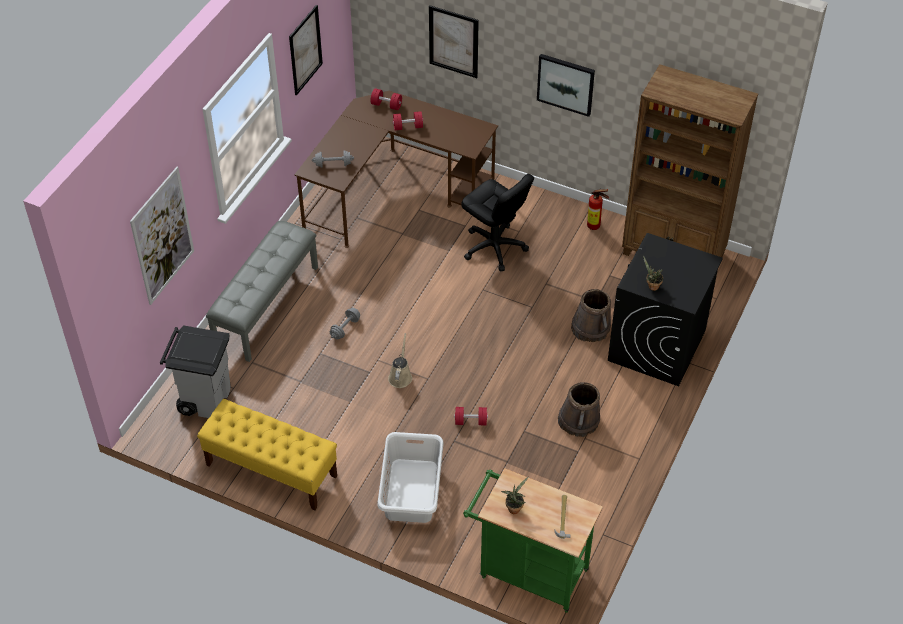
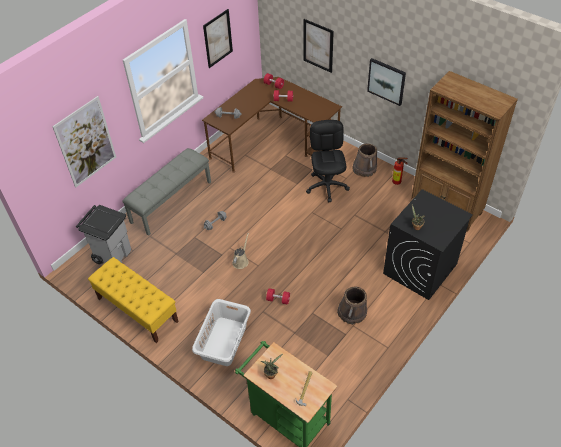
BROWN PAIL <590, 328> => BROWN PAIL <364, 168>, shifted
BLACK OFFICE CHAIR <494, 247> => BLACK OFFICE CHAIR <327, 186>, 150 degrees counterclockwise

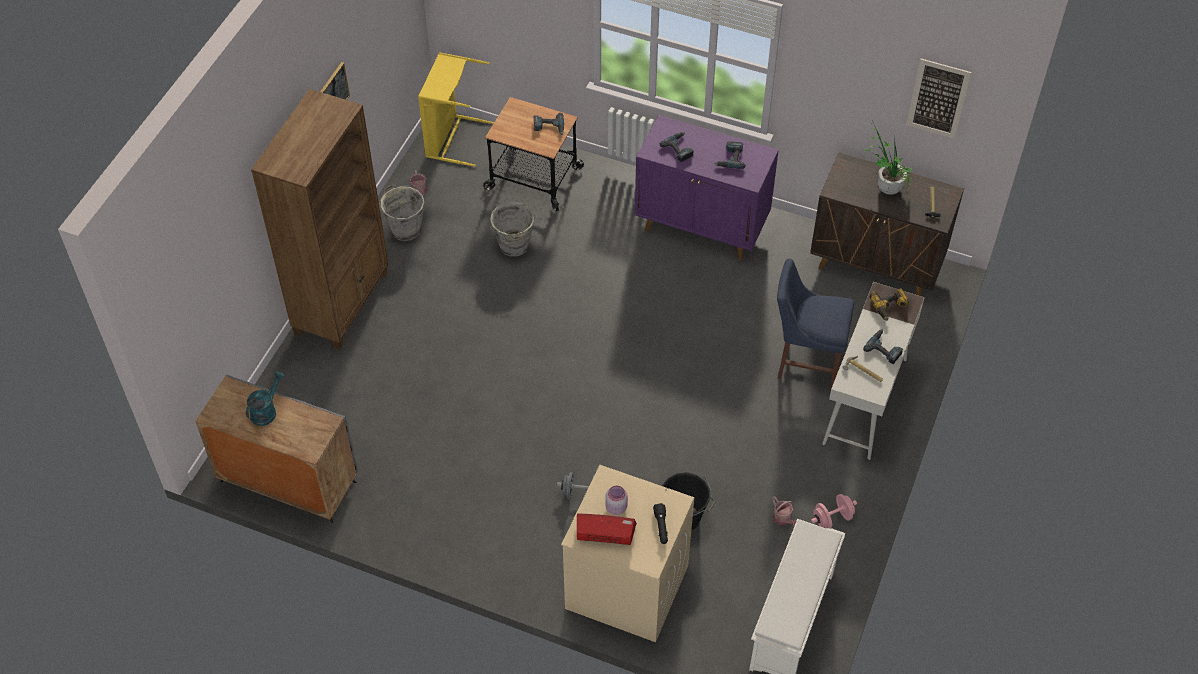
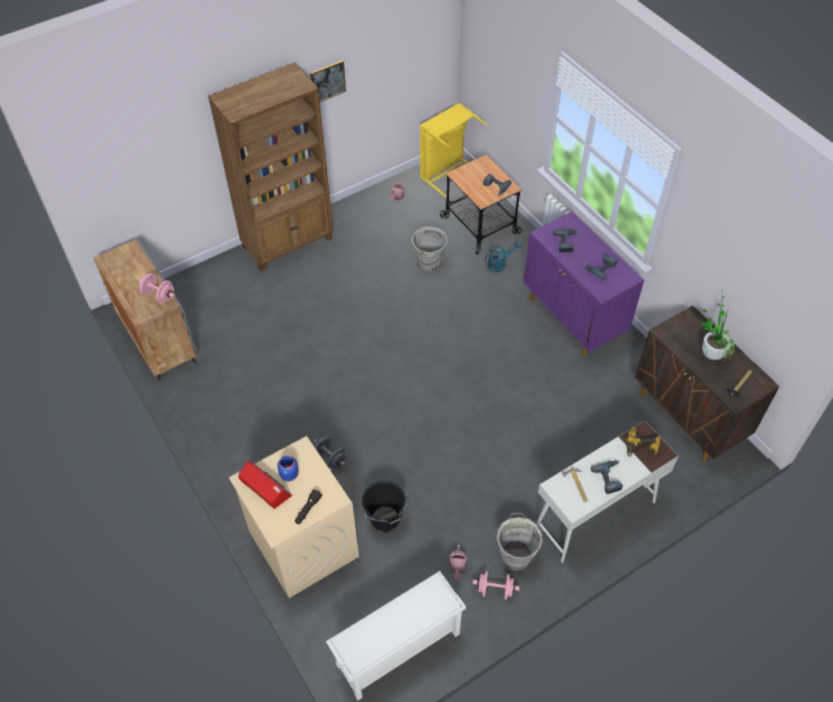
BLUE UPRIGHT CHAIR <805, 361> => nothing
WALL ART <938, 98> => nothing
nothing => PINK DUMBBELL <159, 295>
BLUE-GREEN SPRINKLING CAN <266, 411> => BLUE-GREEN SPRINKLING CAN <499, 264>, shifted
GREYISH PAIL <405, 229> => GREYISH PAIL <516, 554>, shifted
PINK JAR <616, 507> => BLUE JAR <290, 474>

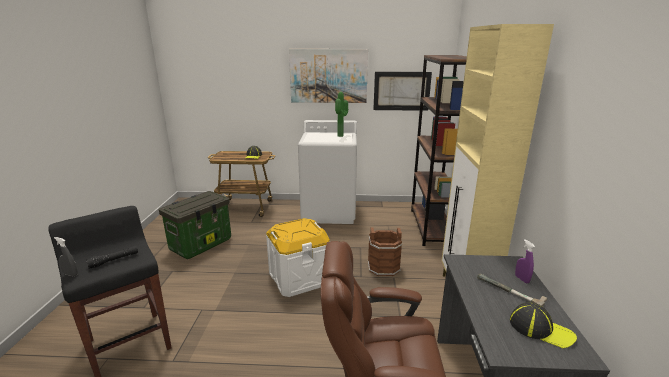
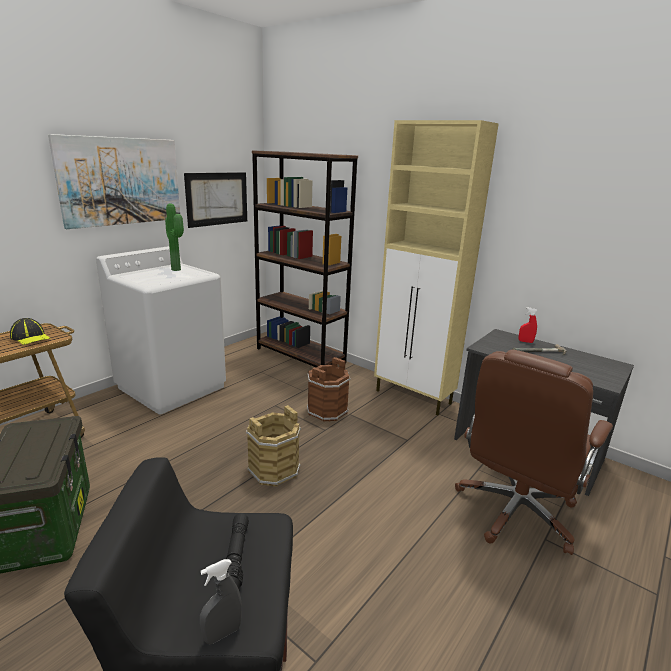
BASEBALL CAP <540, 329> => nothing
WHITISH STORAGE BIN <299, 278> => BROWN PAIL <274, 470>
PURPLISH SPRAY BOTTLE <521, 279> => RED SPRAY BOTTLE <525, 341>

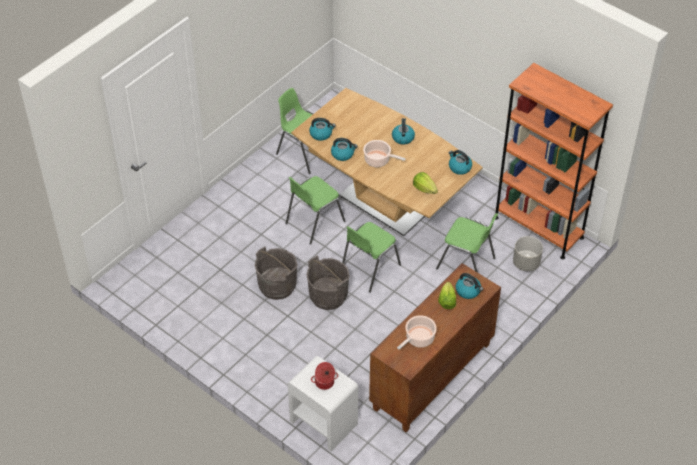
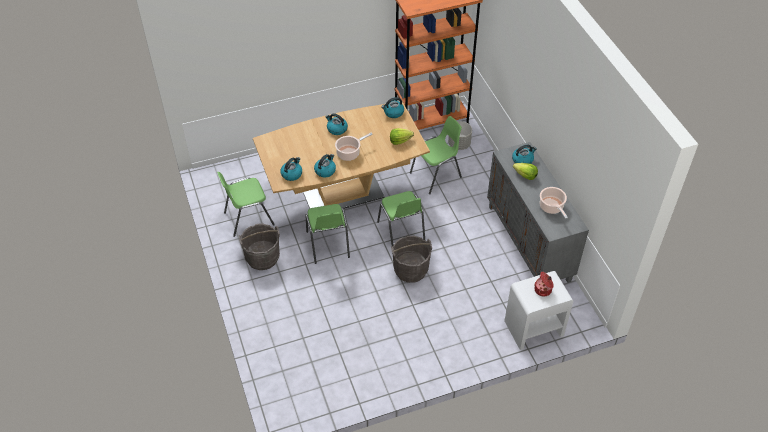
GREYISH PAIL <277, 286> => GREYISH PAIL <262, 258>, shifted
BROWN STORAGE CABINET <432, 377> => GREYISH STORAGE CABINET <529, 243>

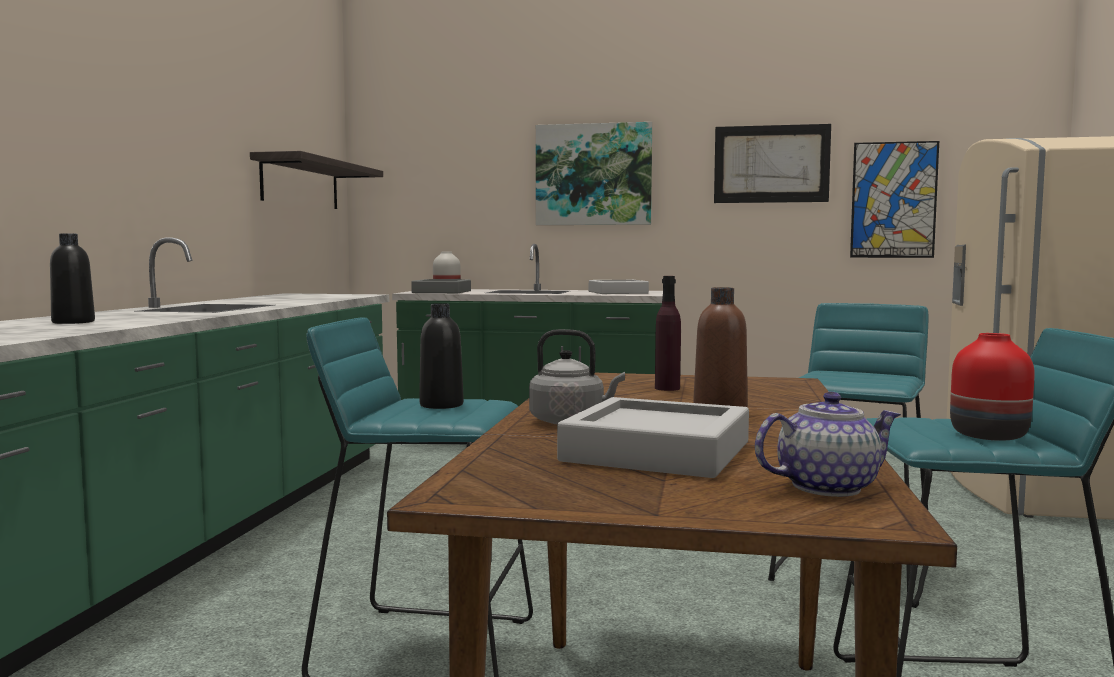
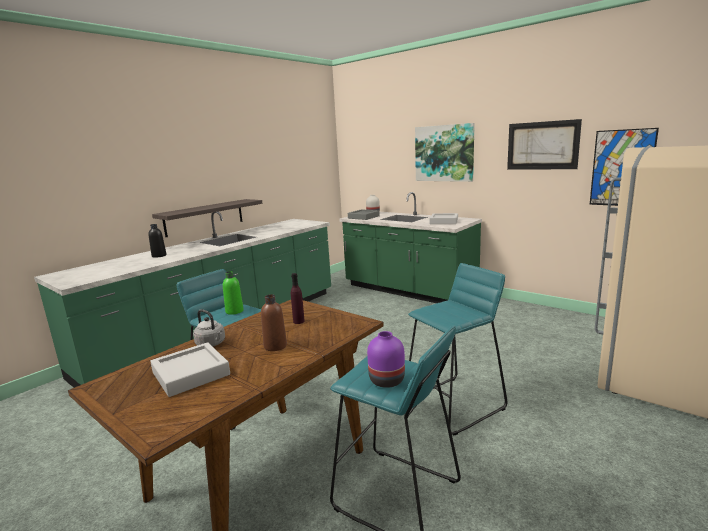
POT FOR TEA <827, 487> => nothing
BRACKET SHELF <301, 184> => BRACKET SHELF <204, 217>, shifted
BLACK BEVERAGE BOTTLE <441, 405> => GREEN BEVERAGE BOTTLE <234, 311>
RED DECORATIVE VASE <991, 435> => PURPLISH DECORATIVE VASE <387, 381>

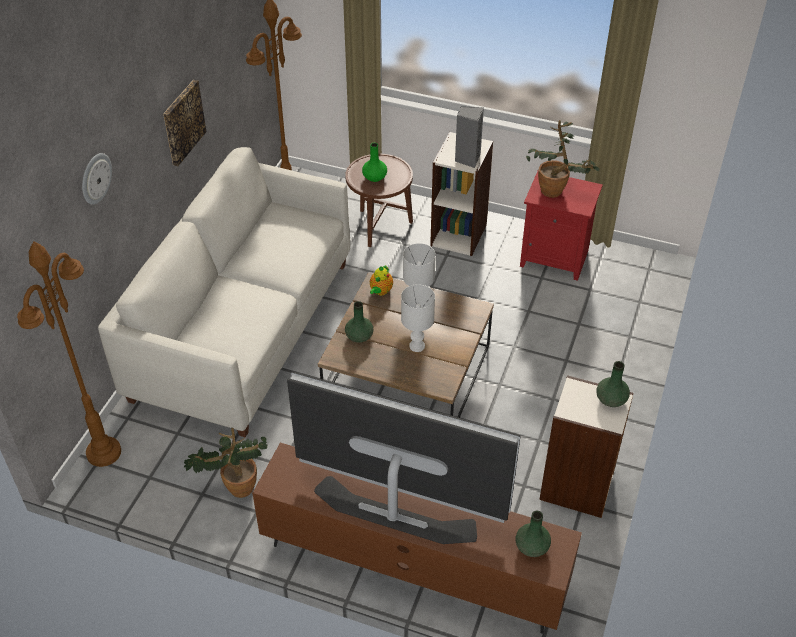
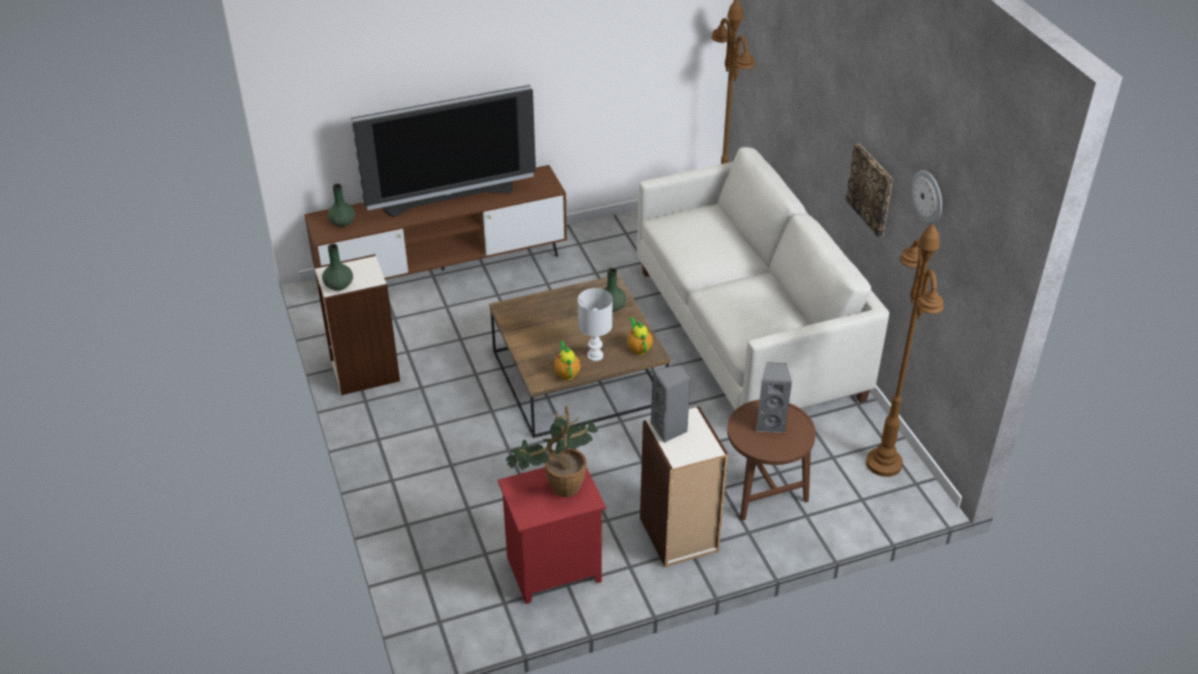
POTTED PLANT <235, 487> => nothing
WHITISH TABLETOP LAMP <416, 346> => nothing
nothing => POT FOR TEA <567, 373>
WALL CLOCK <95, 178> => WALL CLOCK <928, 196>, shifted
GREEN DECORATIVE VASE <374, 177> => GREYISH SPEAKER <770, 423>

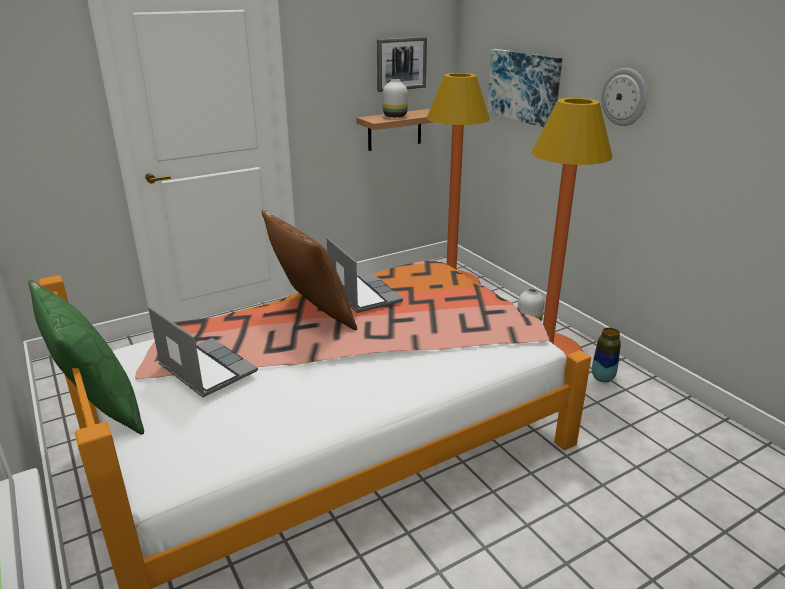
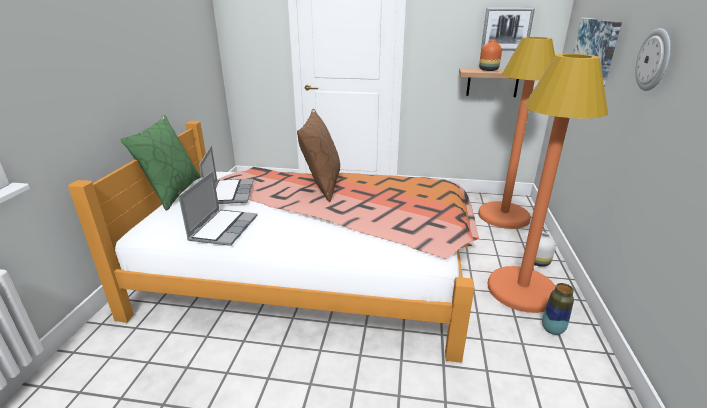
PORTABLE COMPUTER <362, 294> => PORTABLE COMPUTER <223, 228>, shifted
WHITISH DECORATIVE VASE <394, 116> => ORANGEY DECORATIVE VASE <488, 70>

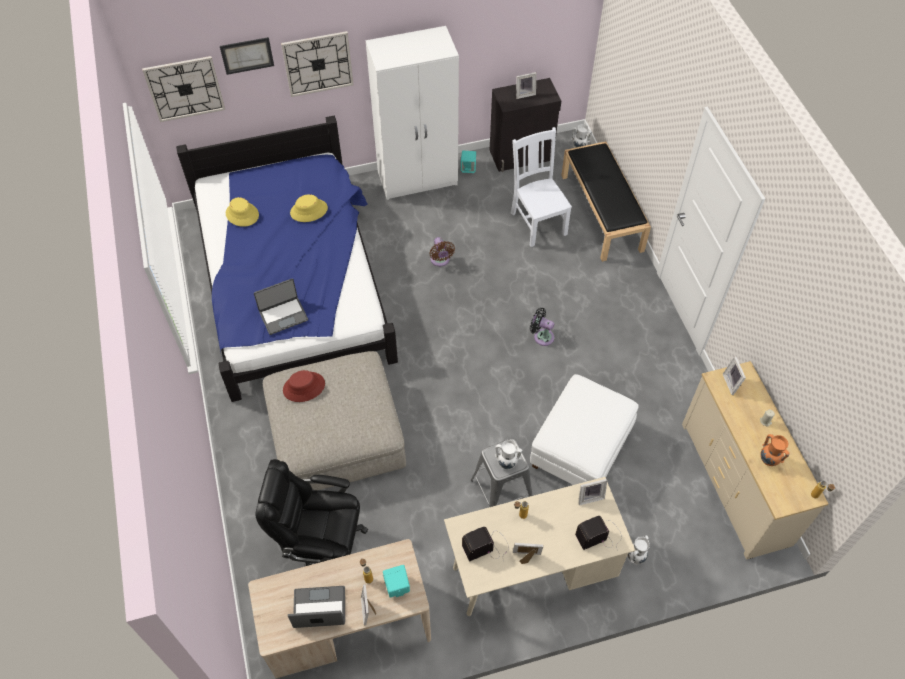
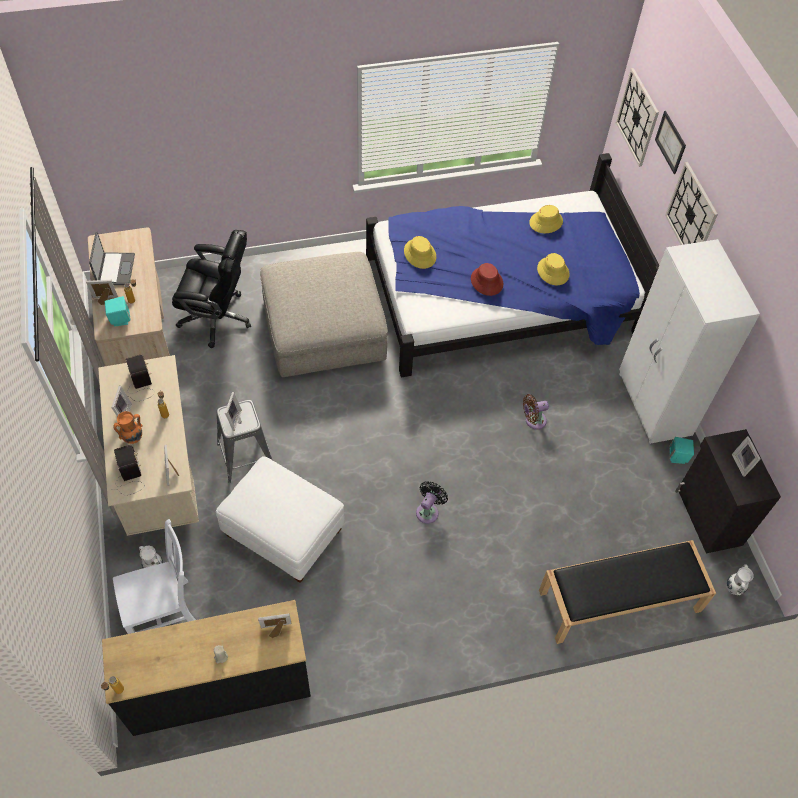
RED WEARABLE HAT <304, 387> => RED WEARABLE HAT <486, 281>, shifted
WHITISH UPRIGHT CHAIR <537, 222> => WHITISH UPRIGHT CHAIR <164, 611>, shifted
ORANGEY DECORATIVE VASE <768, 460> => ORANGEY DECORATIVE VASE <133, 438>, shifted
PORTABLE COMPUTER <283, 315> => YELLOW-COLOURED WEARABLE HAT <420, 254>
WHITISH DECORATIVE VASE <507, 464> => PICTURE FRAME <232, 419>
SAND-COLOURED DRAWER CHEST <735, 483> => BLACK DRAWER CHEST <219, 688>
BLACK OFFICE CHAIR <322, 545> => BLACK OFFICE CHAIR <217, 318>, 90 degrees clockwise

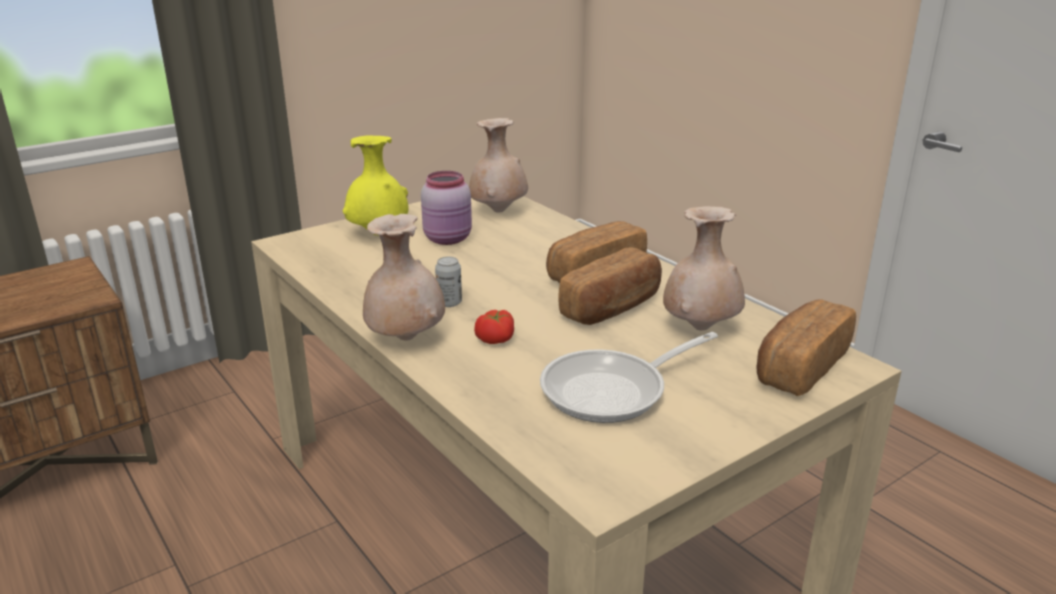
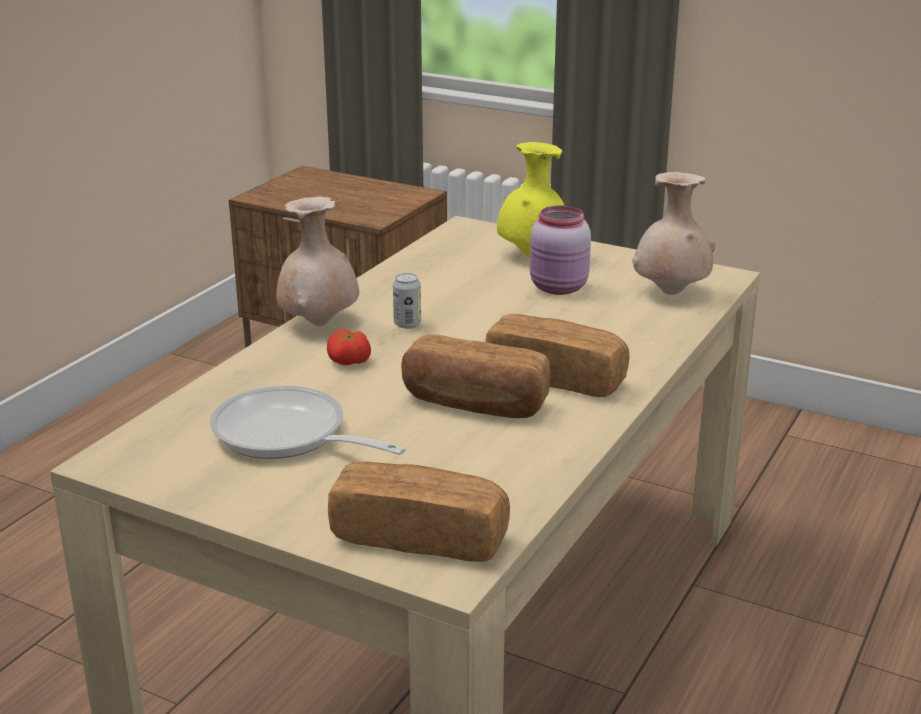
SAND-COLOURED DECORATIVE VASE <700, 328> => nothing

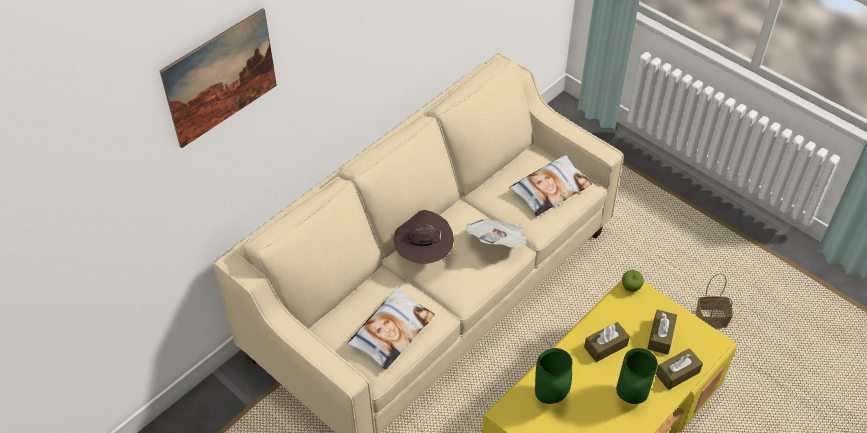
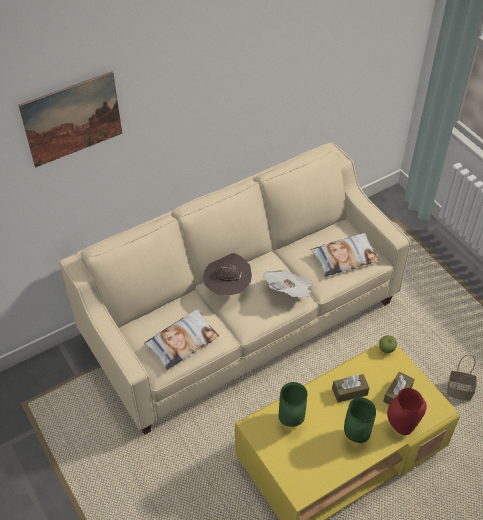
BROWN TISSUE BOX <677, 373> => RED DECORATIVE VASE <401, 426>

